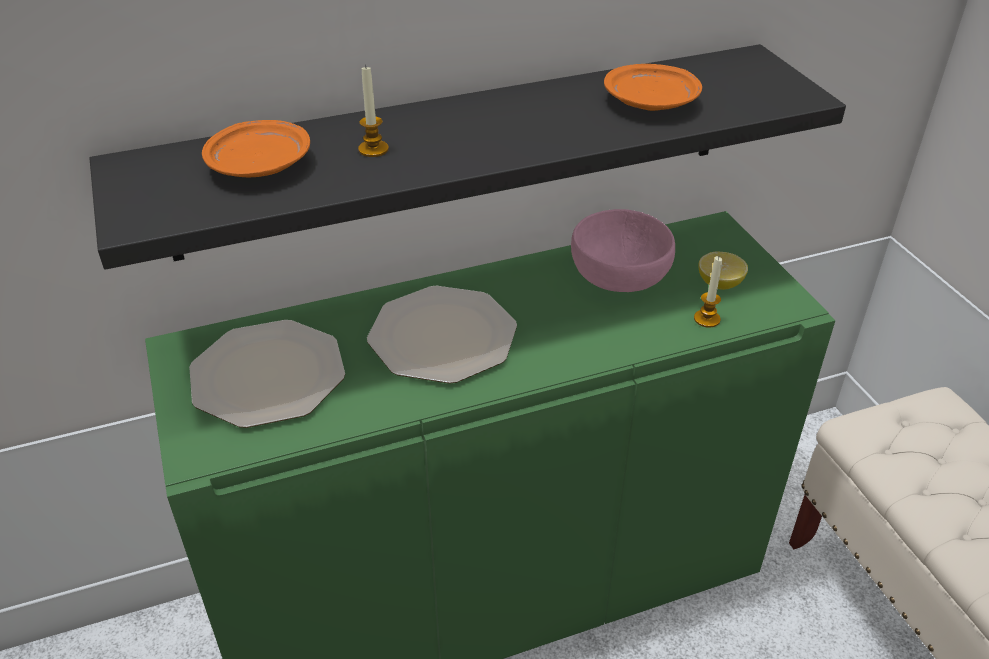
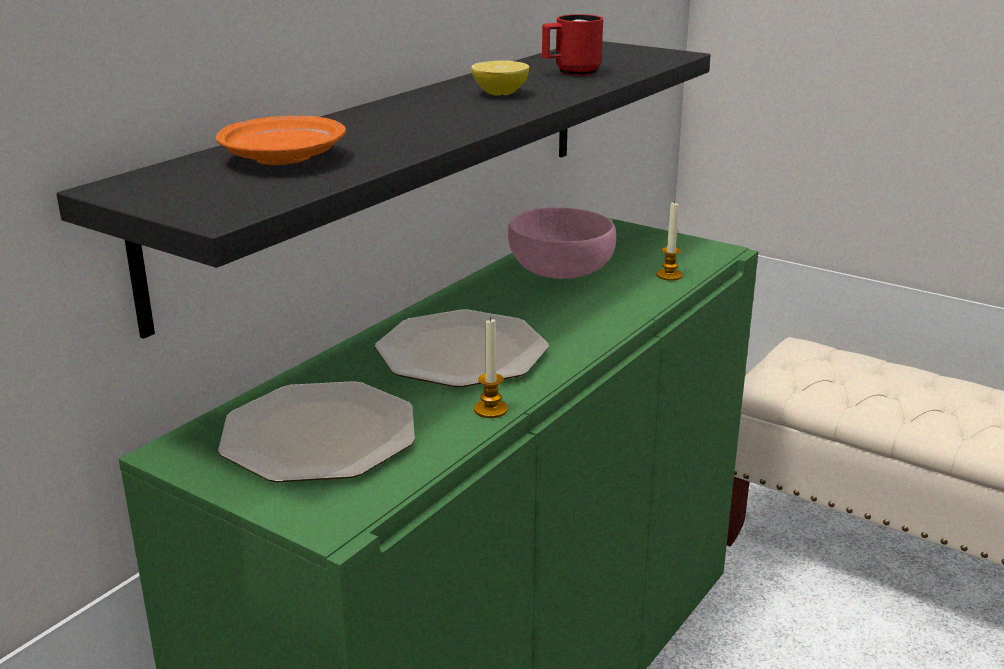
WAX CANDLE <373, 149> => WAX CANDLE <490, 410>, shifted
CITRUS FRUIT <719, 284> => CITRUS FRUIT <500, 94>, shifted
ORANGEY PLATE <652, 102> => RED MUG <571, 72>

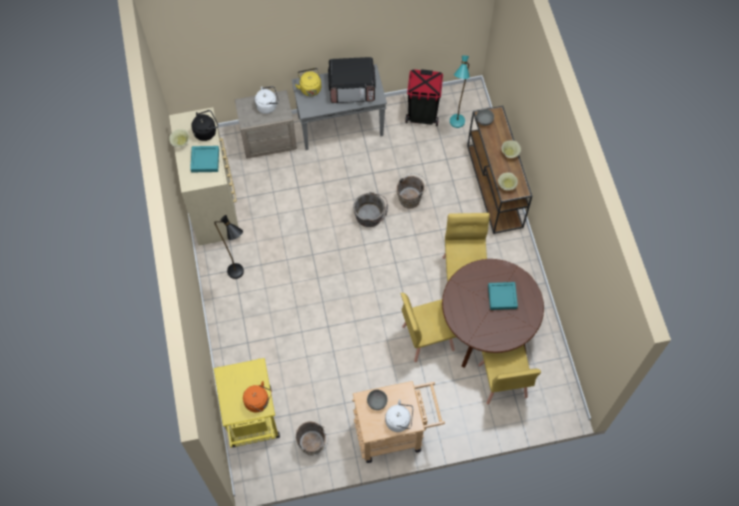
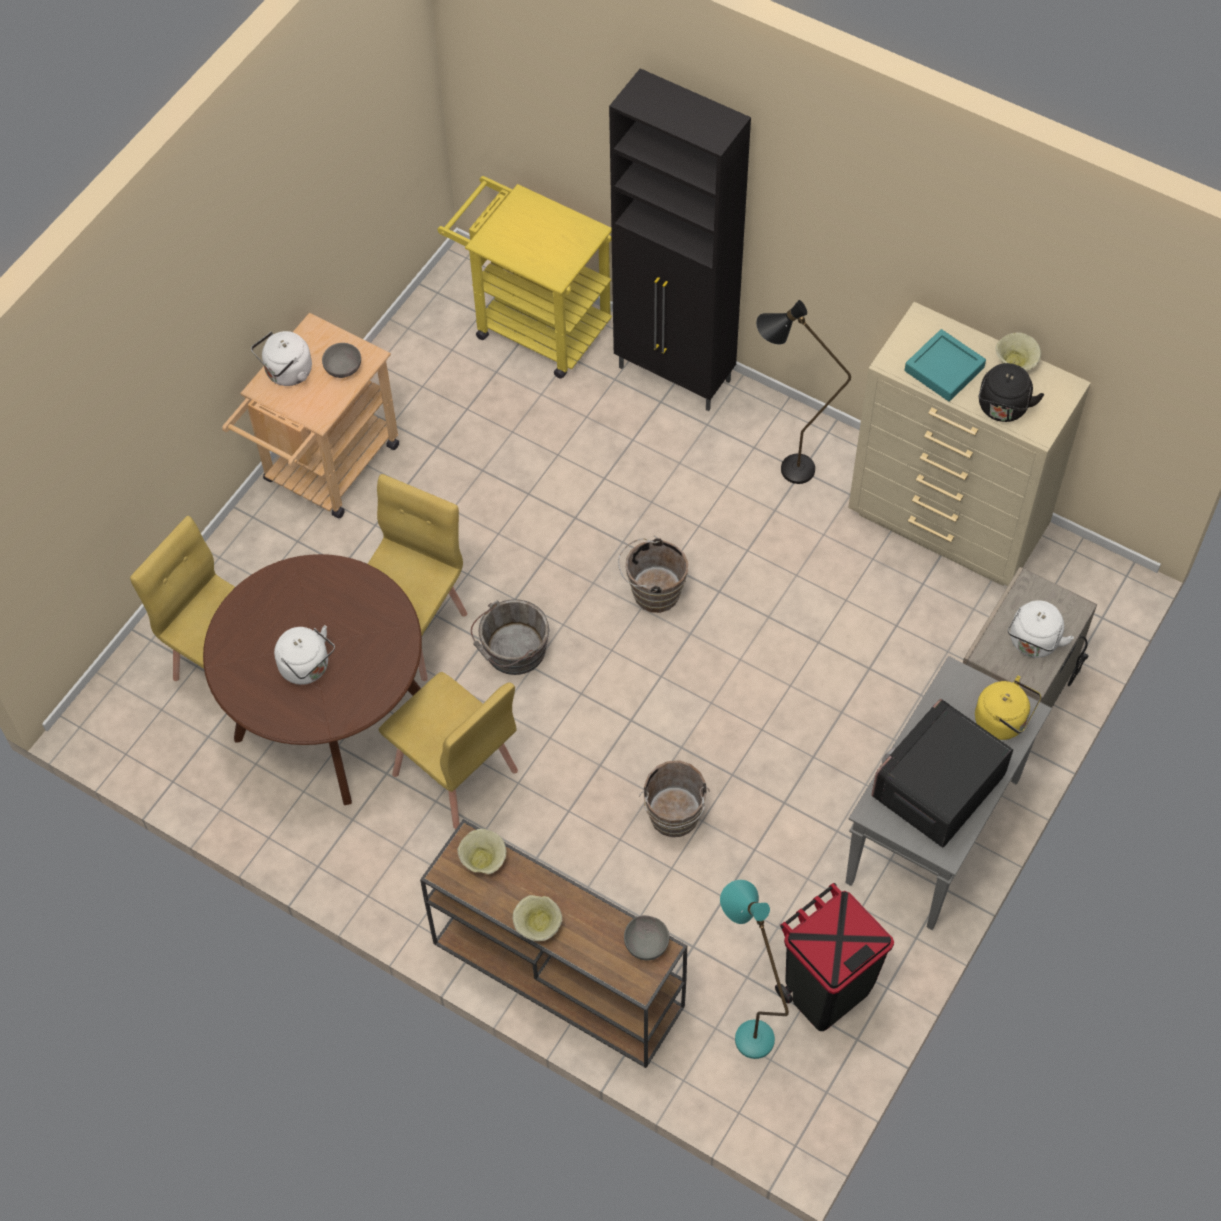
ORANGEY KETTLE <258, 402> => nothing
nothing => BLACK STORAGE CABINET <675, 375>
BROWN PAIL <313, 445> => BROWN PAIL <652, 592>, shifted
GREYISH PAIL <371, 215> => GREYISH PAIL <512, 651>, shifted
BLUE-GREEN CARRYING TRAY <502, 297> => WHITISH KETTLE <307, 668>

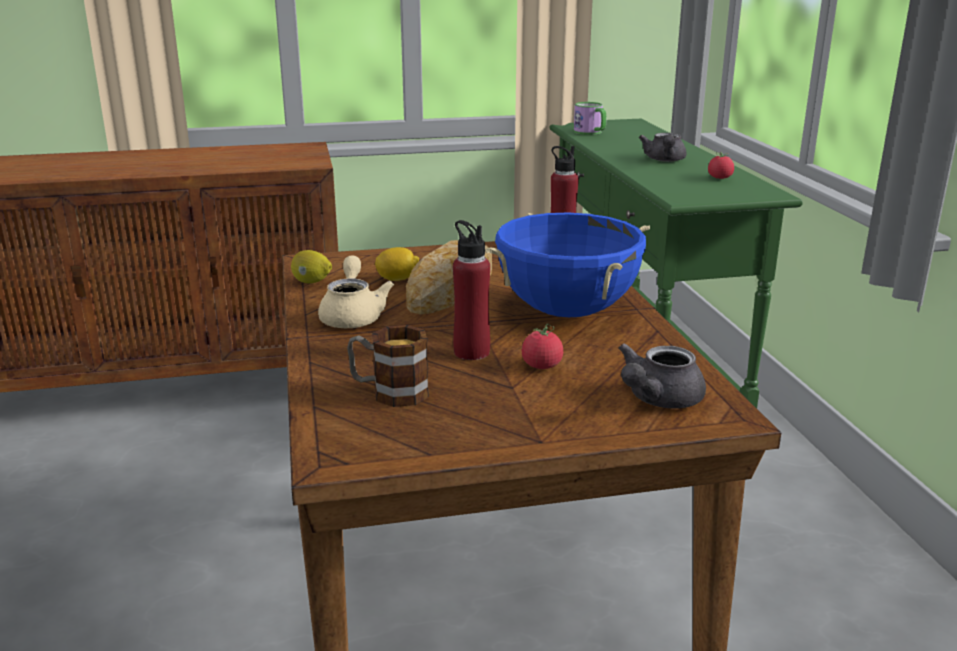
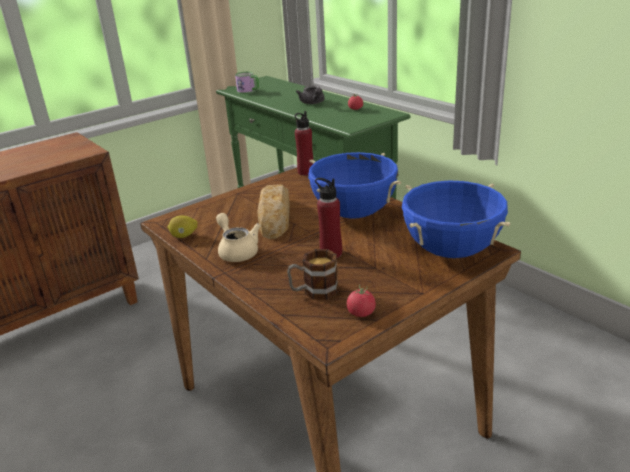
CITRUS FRUIT <397, 279> => nothing
TOMATO <541, 366> => TOMATO <361, 313>, shifted
GREYISH POT FOR TEA <657, 399> => BLUE STOCKPOT <451, 251>

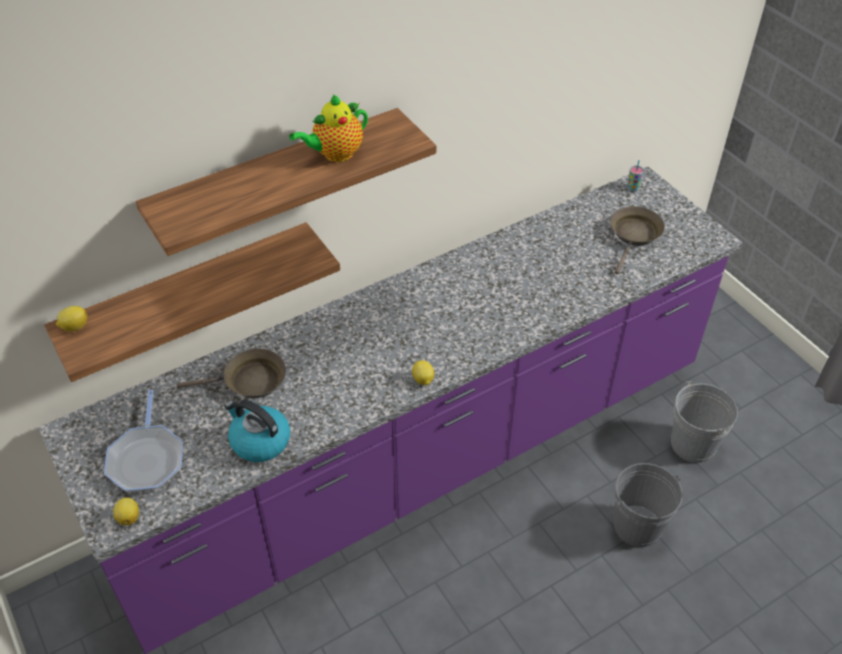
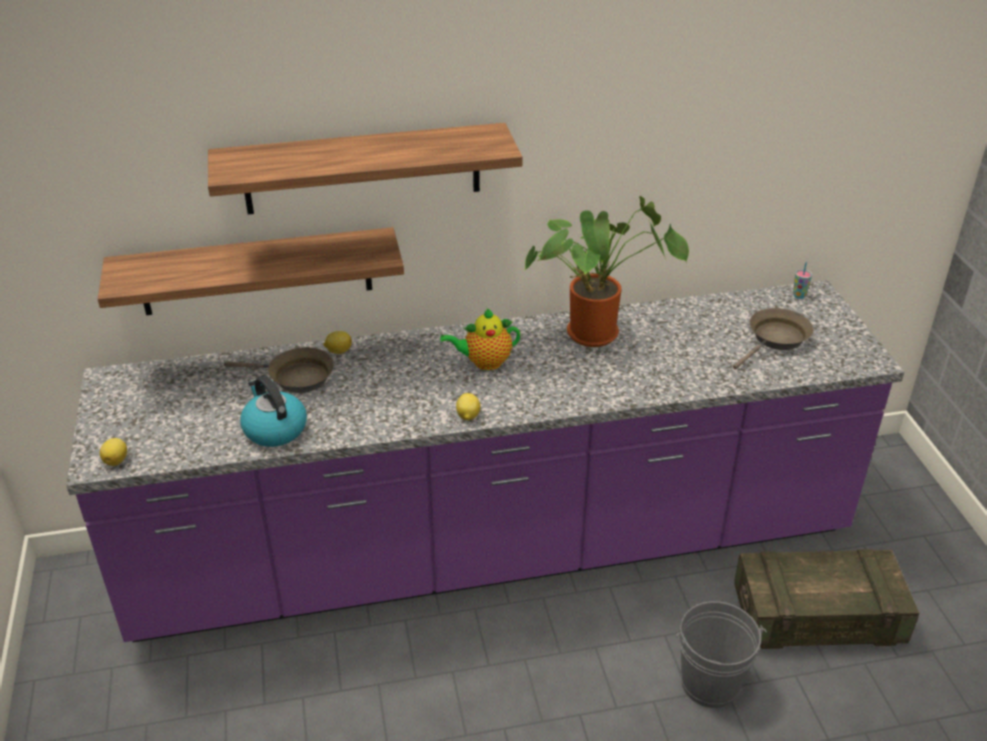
PAN <147, 459> => nothing
nothing => POTTED PLANT <597, 332>
CITRUS FRUIT <74, 327> => CITRUS FRUIT <338, 351>, shifted
POT FOR TEA <335, 154> => POT FOR TEA <484, 362>, shifted
GREYISH PAIL <693, 444> => SHIPPING CRATE <817, 617>

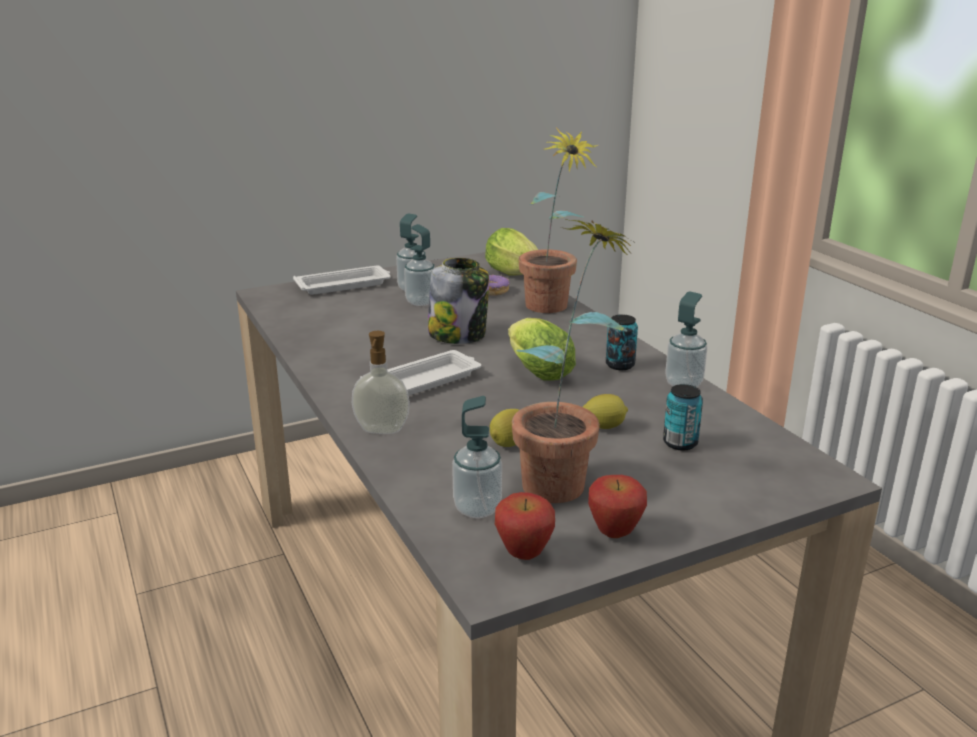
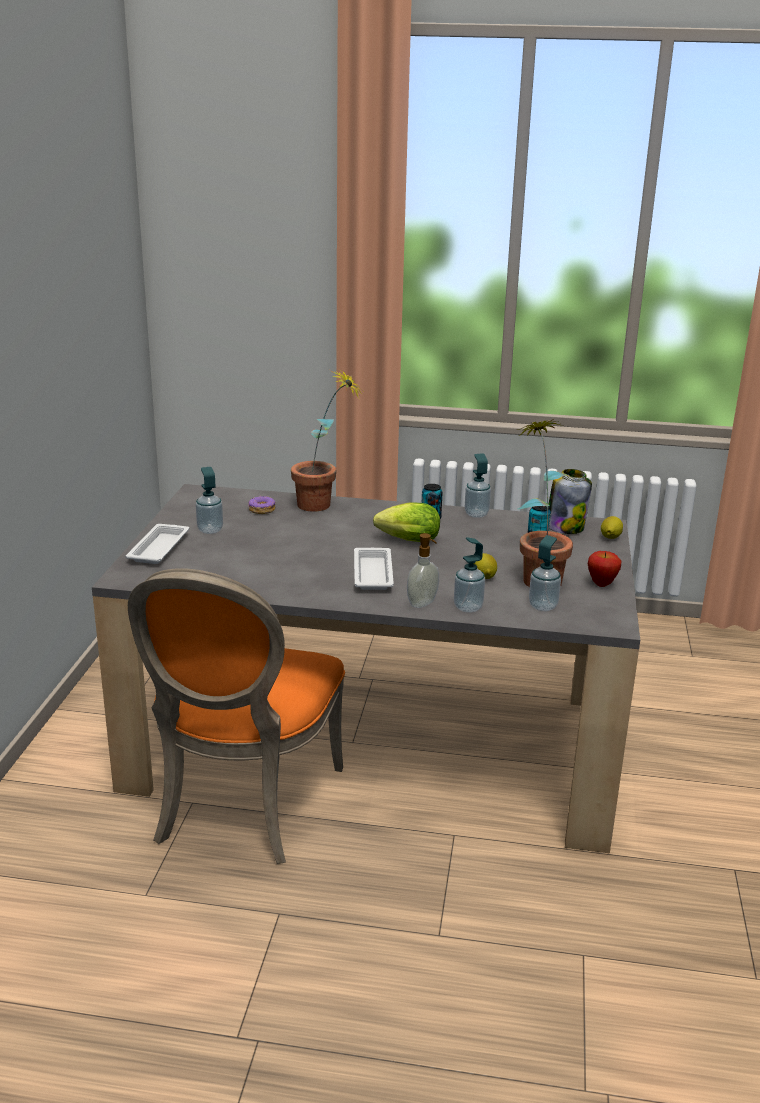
HEAD OF LETTUCE <516, 275> => nothing
APPLE FRUIT <524, 554> => nothing
nothing => ORANGEY UPRIGHT CHAIR <242, 807>
SOAP DISPENSER <420, 302> => SOAP DISPENSER <468, 607>, shifted
JAR <458, 335> => JAR <565, 527>, shifted
CITRUS FRUIT <603, 427> => CITRUS FRUIT <610, 538>, shifted

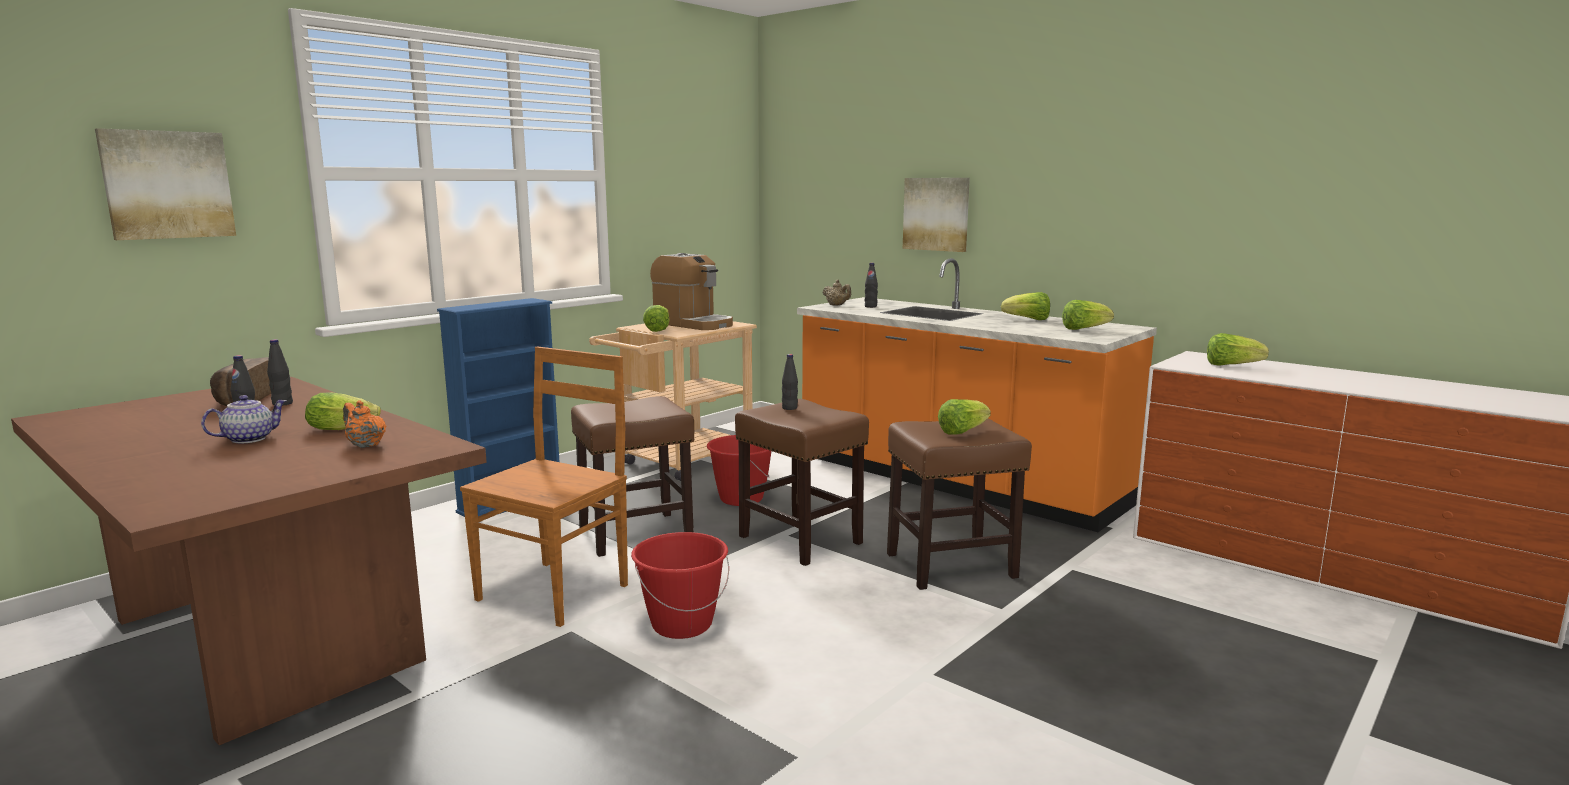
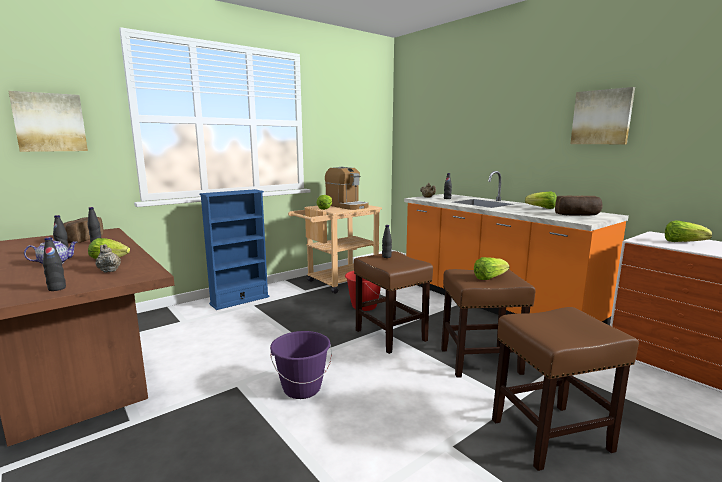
BROWN UPRIGHT CHAIR <556, 591> => nothing
nothing => BLACK BEVERAGE BOTTLE <57, 289>
BROWN STOOL SEAT <637, 533> => BROWN STOOL SEAT <551, 435>, shifted
WALL ART <936, 214> => WALL ART <601, 117>, shifted
HEAD OF LETTUCE <1084, 329> => BREAD <578, 215>
ORANGEY POT FOR TEA <365, 445> => SAND-COLOURED POT FOR TEA <109, 270>
RED PAIL <682, 624> => PURPLISH PAIL <302, 388>

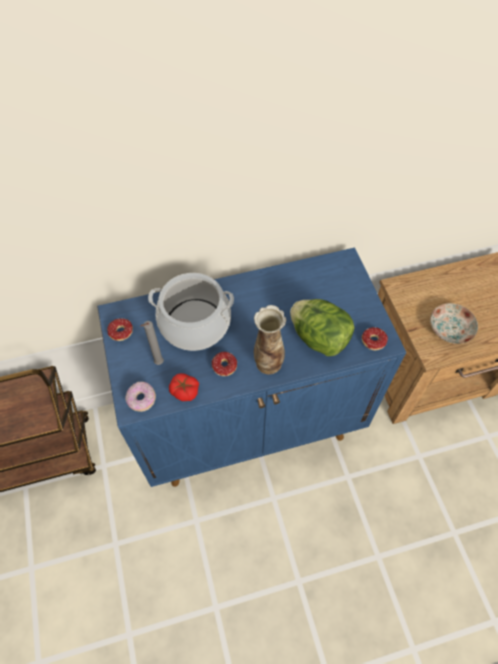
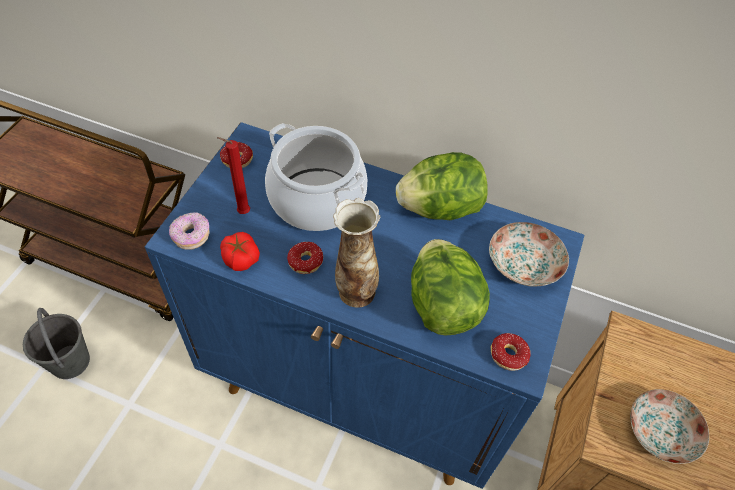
nothing => GREYISH PAIL <70, 361>
nothing => HEAD OF LETTUCE <440, 208>
nothing => PLATE <524, 263>
GREYISH WAX CANDLE <158, 363> => RED WAX CANDLE <241, 212>

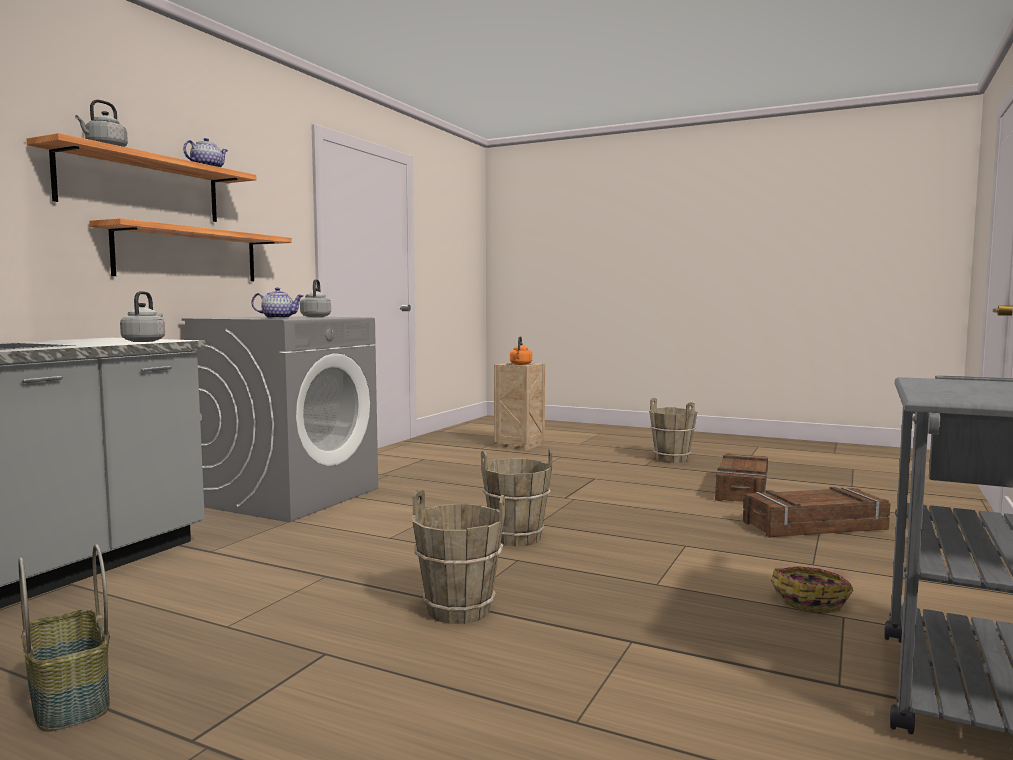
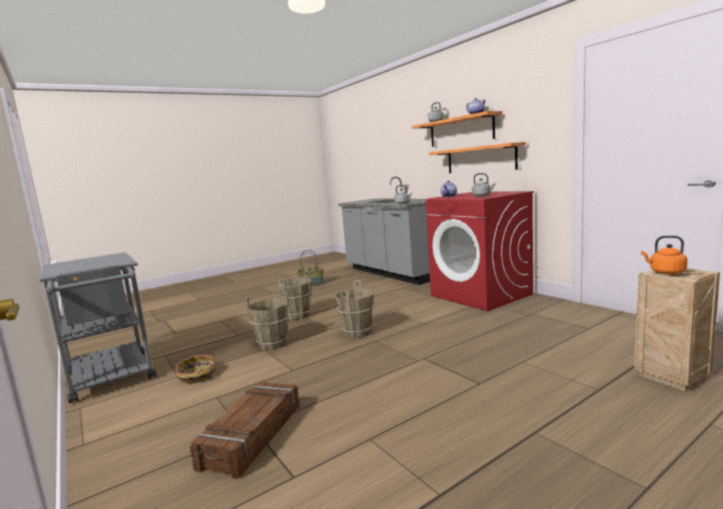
SHIPPING CRATE <743, 489> => nothing
BROWN PAIL <672, 459> => BROWN PAIL <273, 344>, shifted
GREYISH LAUNDRY MACHINE <290, 496> => RED LAUNDRY MACHINE <481, 295>

